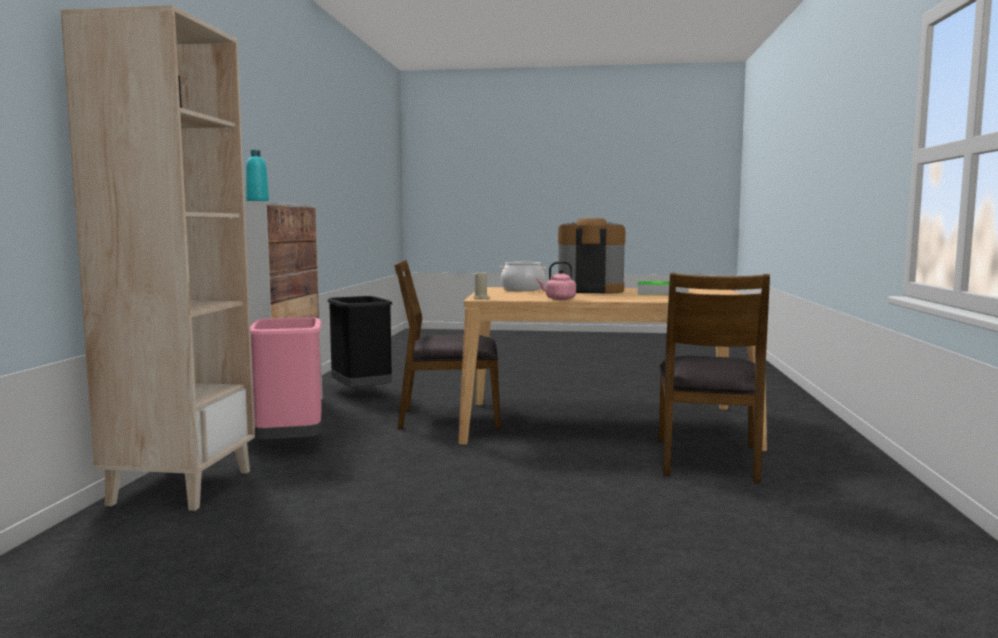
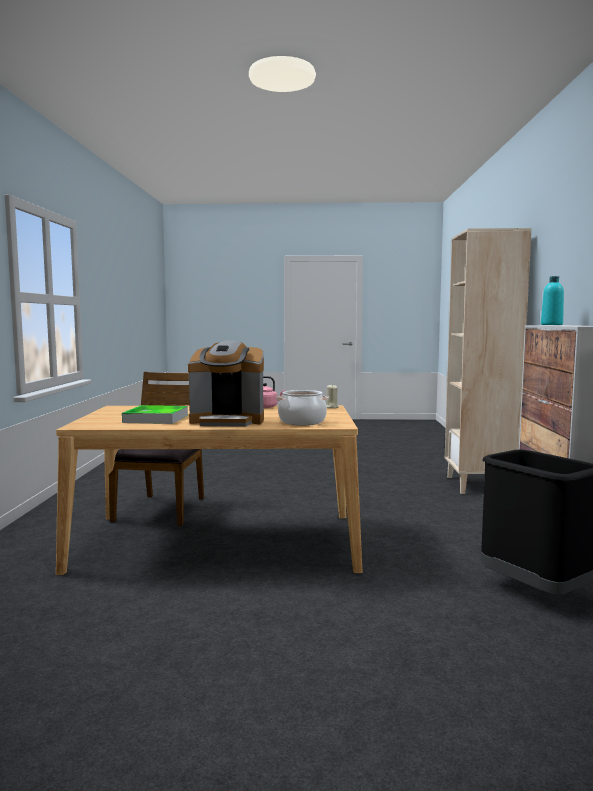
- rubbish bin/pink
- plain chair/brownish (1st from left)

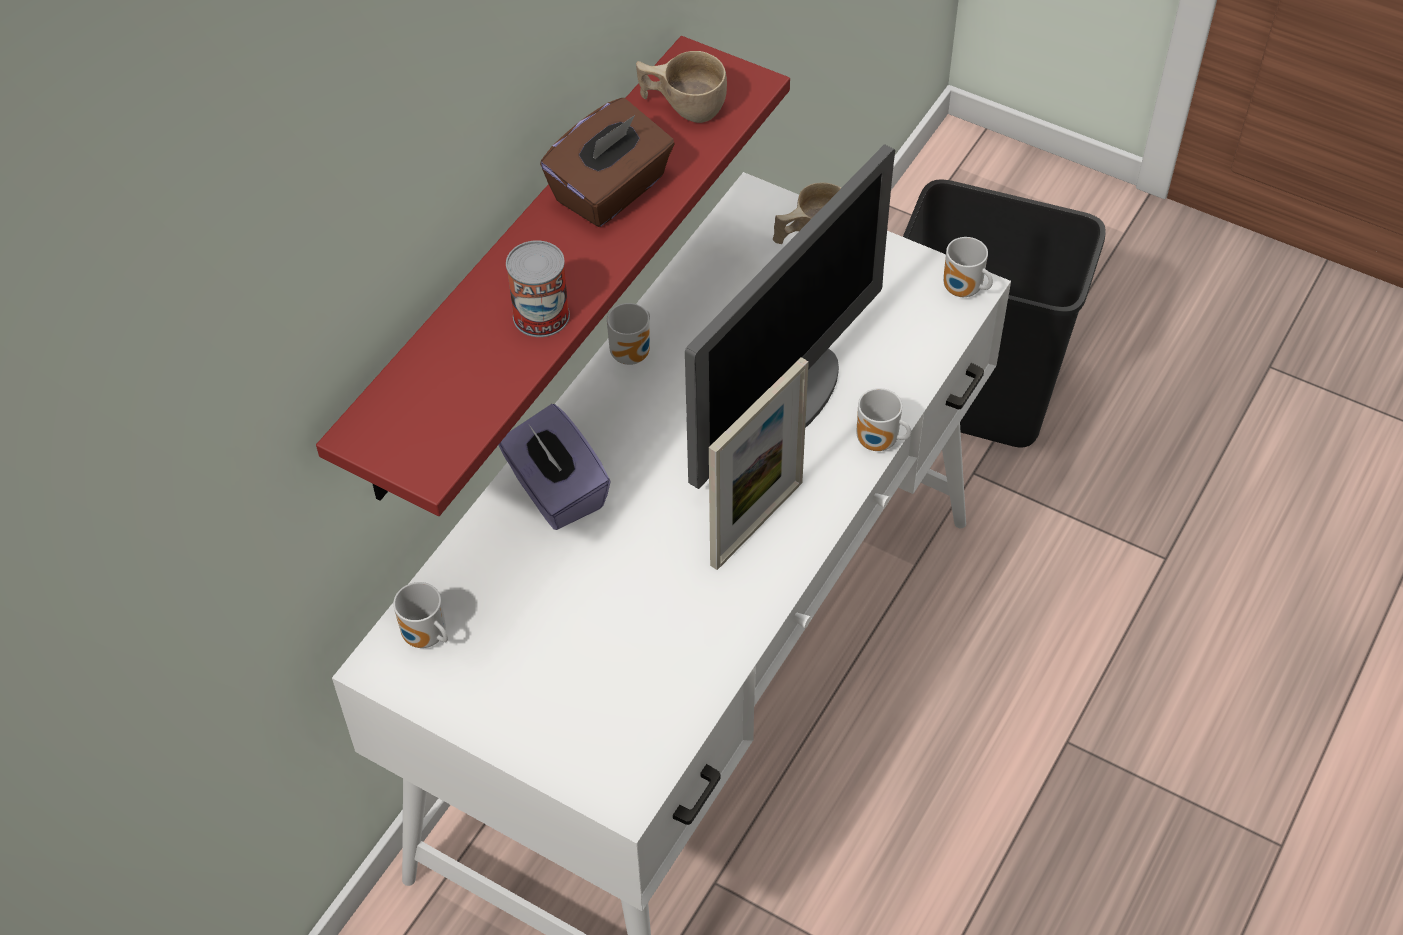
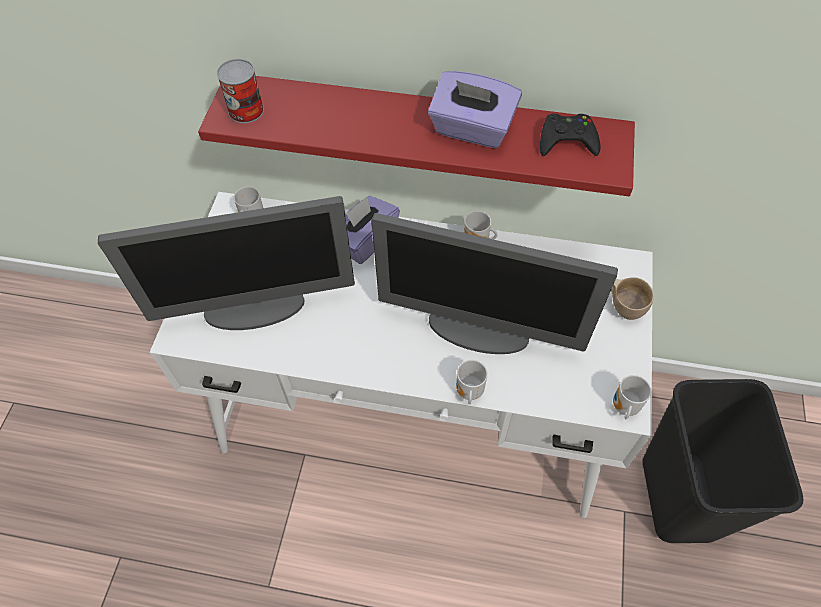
+ computer screen (1st from left)
~ sealed can
~ tissue box/brownish to tissue box/purplish (2nd from left)
~ drinking cup/beige-coloured (1st from left) to game controller/blackish
- standing frame

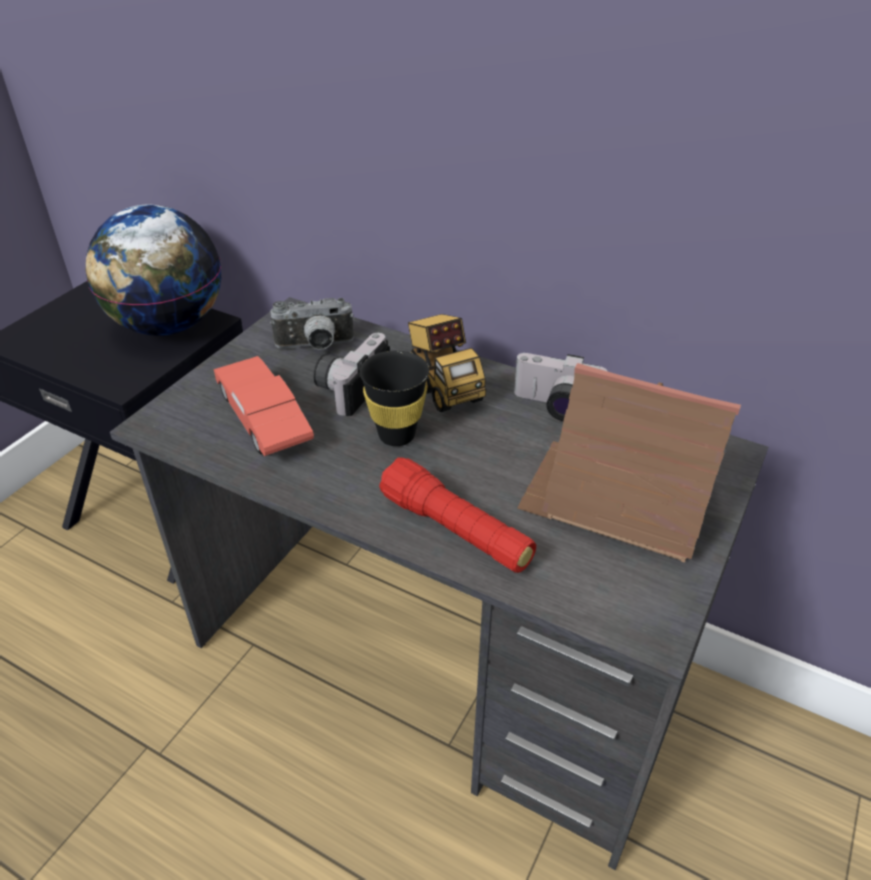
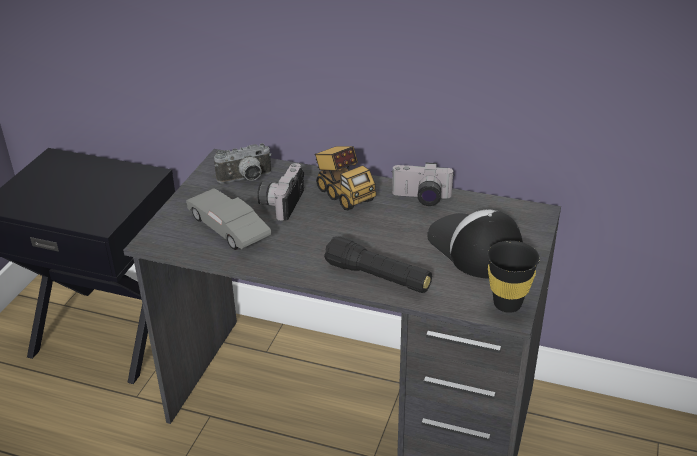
~ model car/red to model car/grey
~ hand torch/red to hand torch/blackish
~ toy house to peaked cap
~ drinking cup/blackish
- world globe

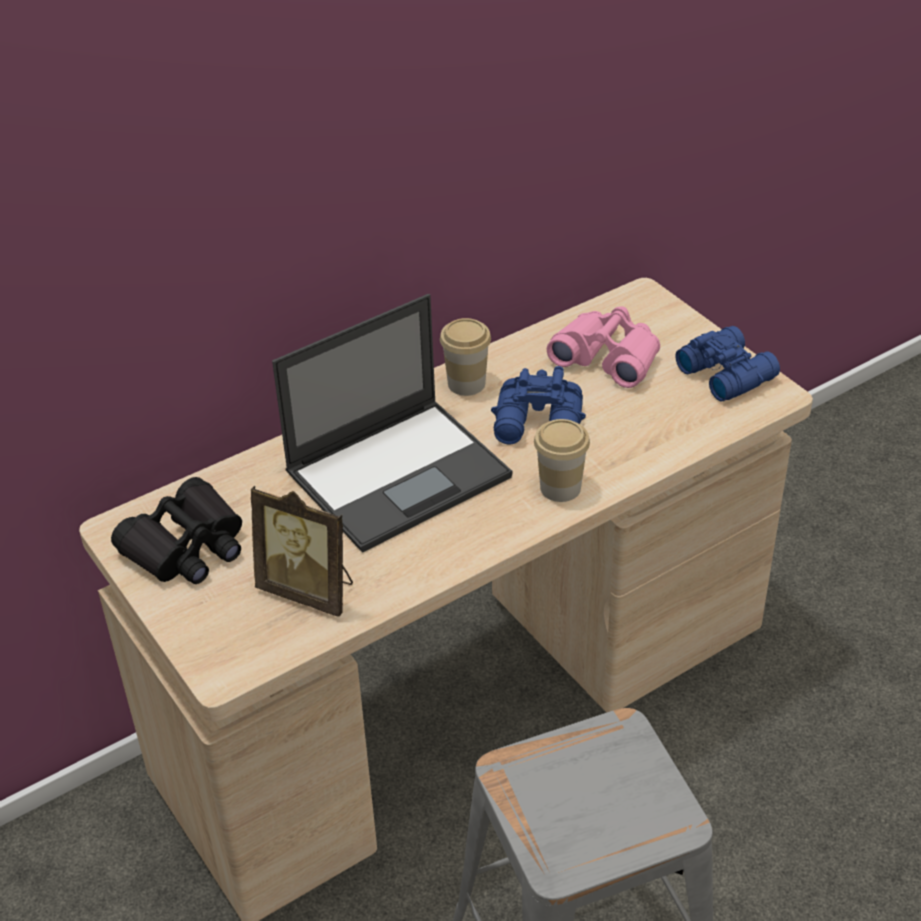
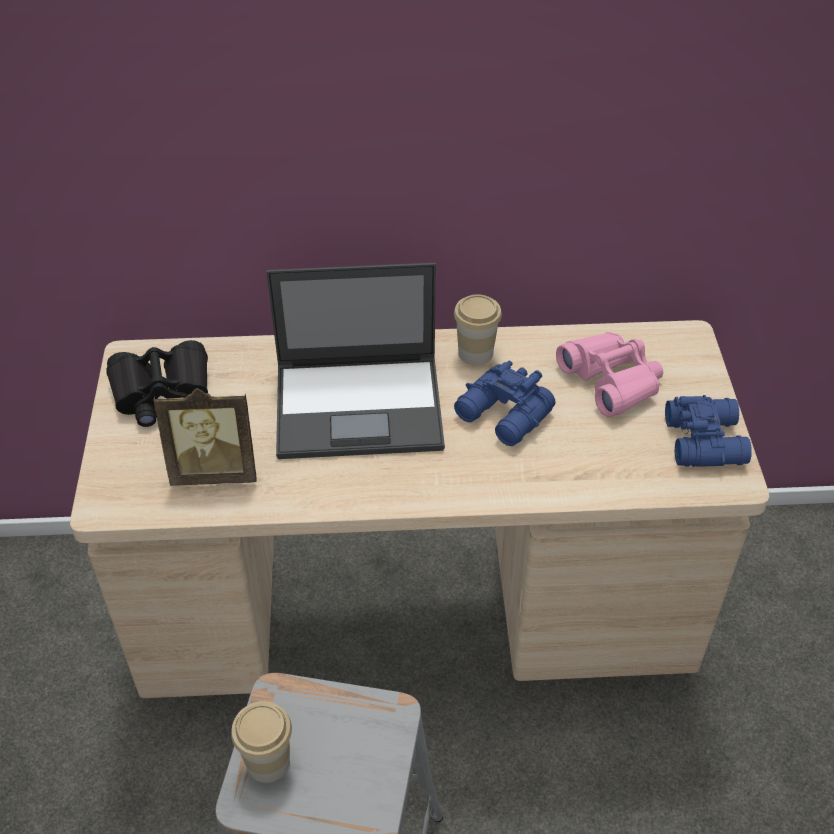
~ standing frame 60 degrees counterclockwise
~ drinking cup (2nd from left in the first image) to drinking cup (1st from left)

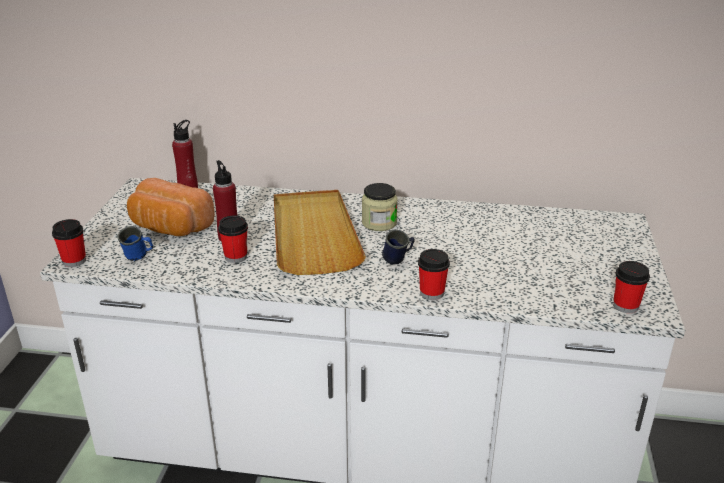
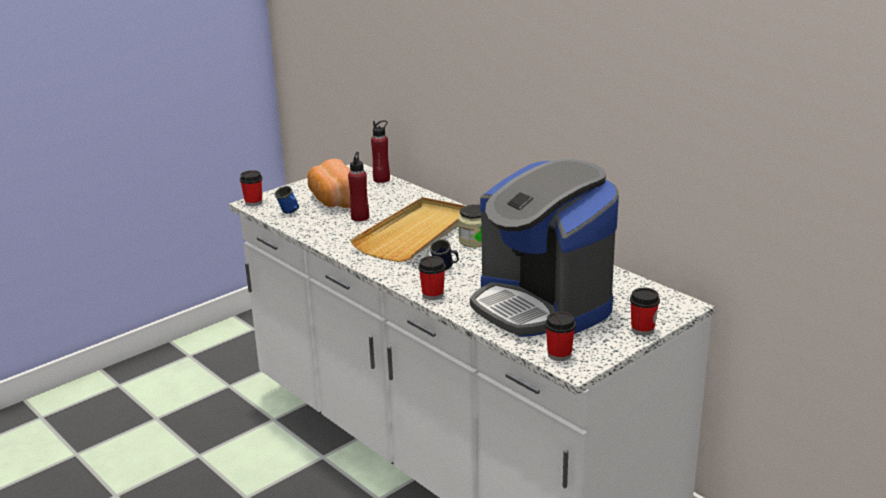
+ coffee maker
~ drinking cup (2nd from left in the first image) to drinking cup (4th from left)

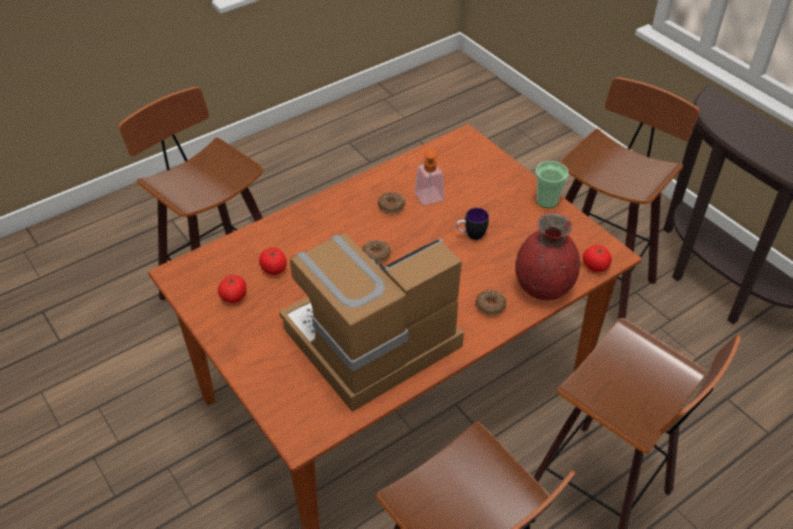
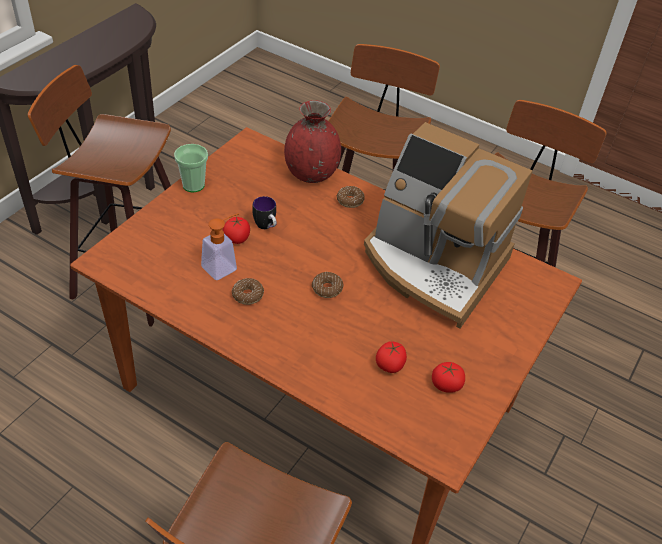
~ tomato (3rd from left in the first image) to tomato (1st from left)

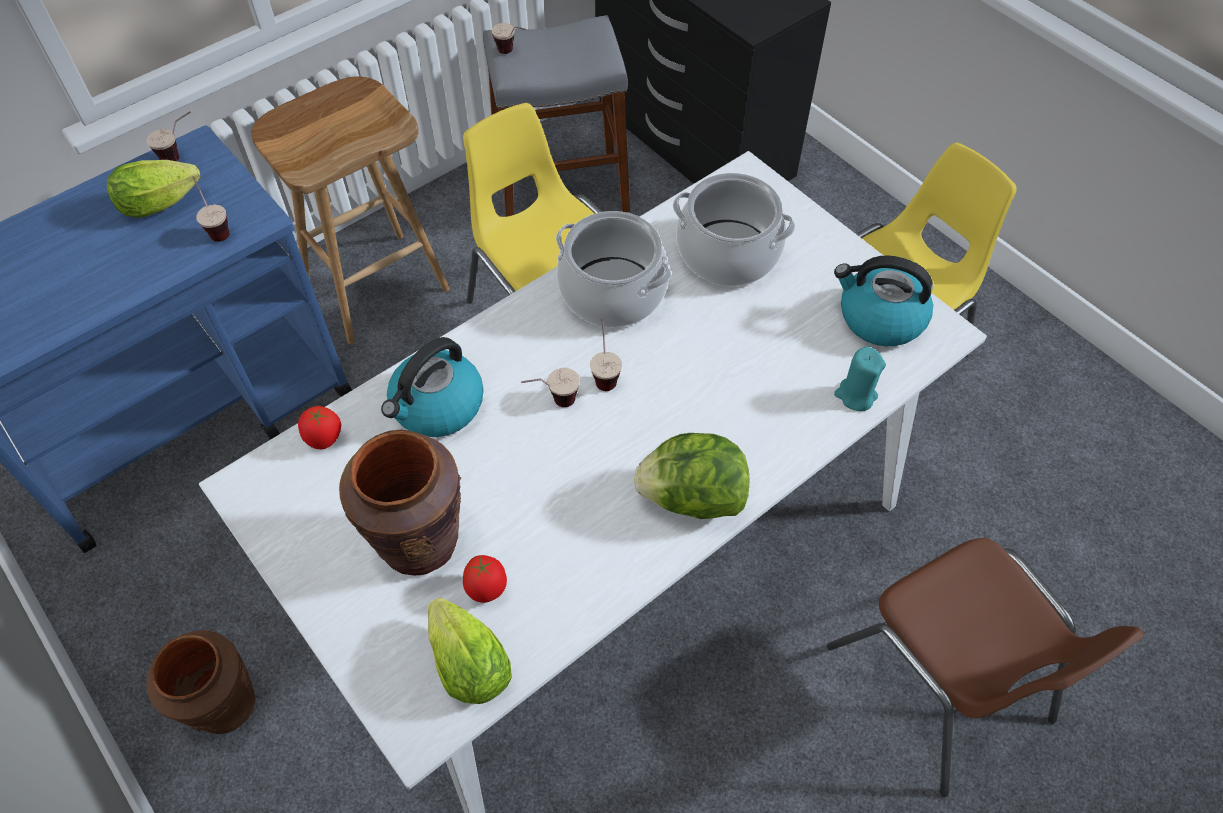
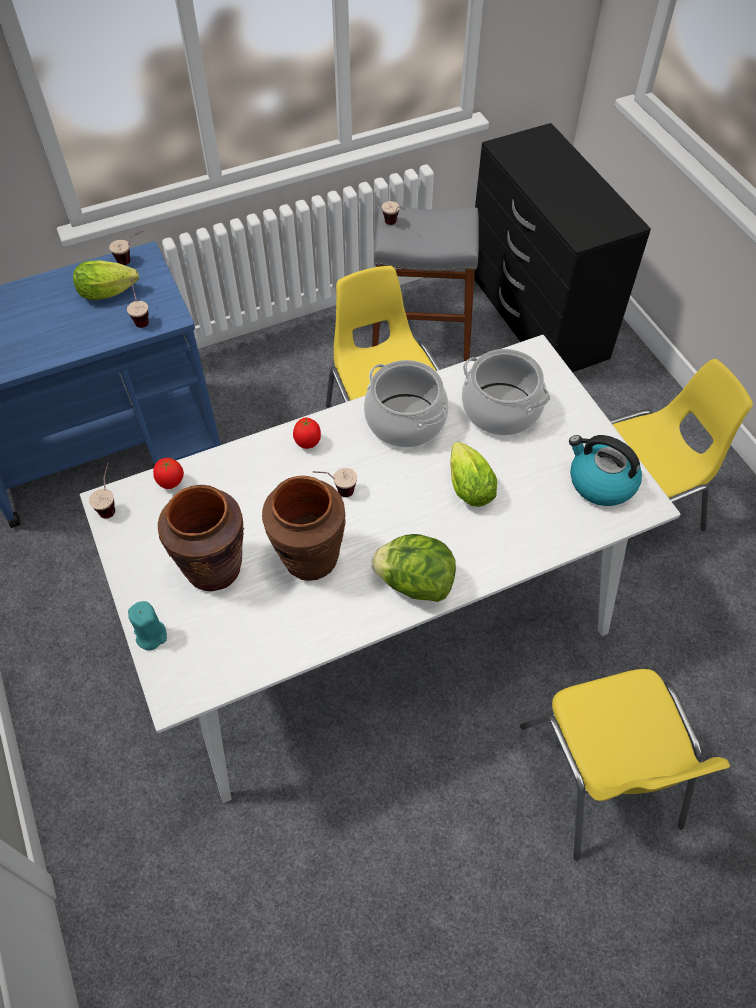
~ drinking cup (5th from left in the first image) to drinking cup (1st from left)
~ wax light/blue-green
~ vase/brownish (1st from left in the first image) to vase/brownish (2nd from left)
~ tomato (2nd from left)
~ lettuce head (2nd from left in the first image) to lettuce head (3rd from left)
~ plain chair/brownish to plain chair/yellowish (2nd from left)
- stool seat/brownish
- water kettle (1st from left)

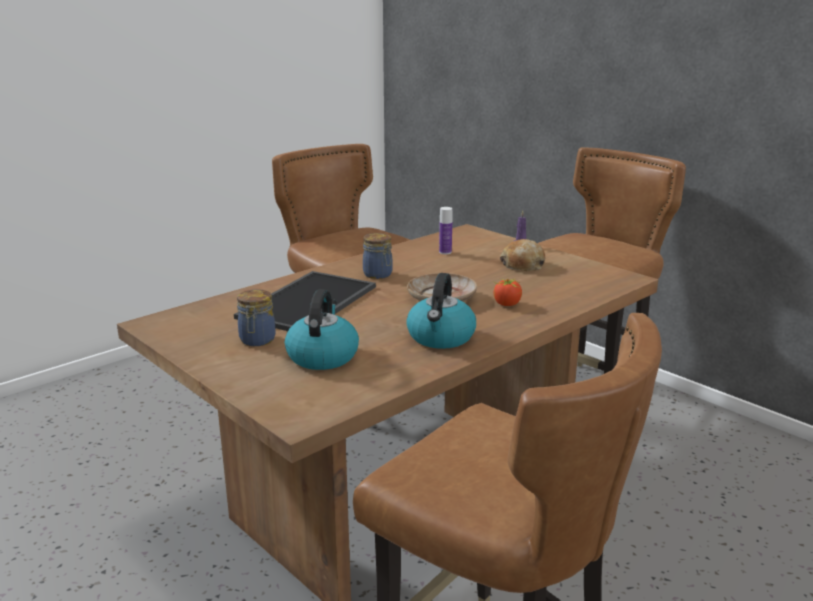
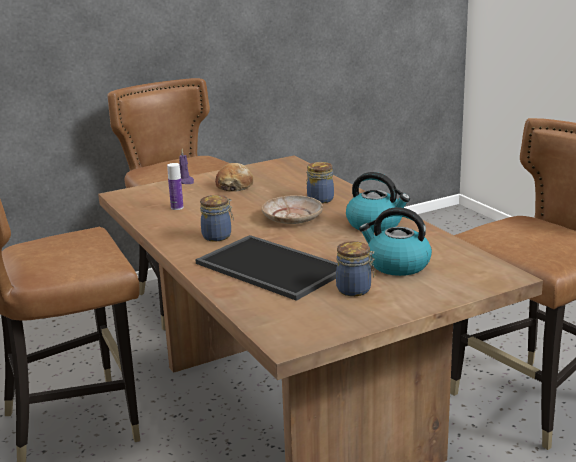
~ tomato to jar (2nd from left)

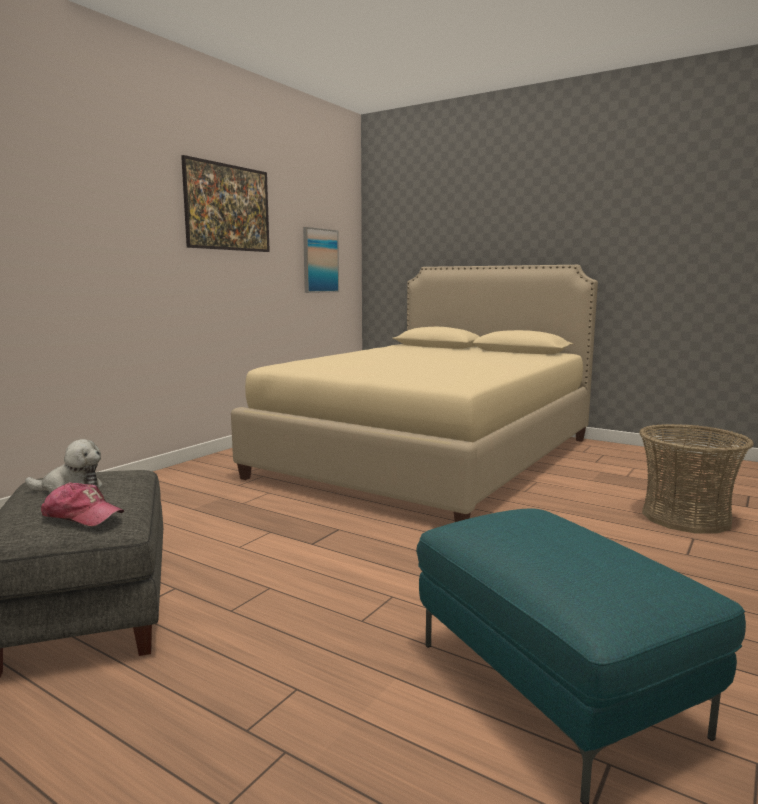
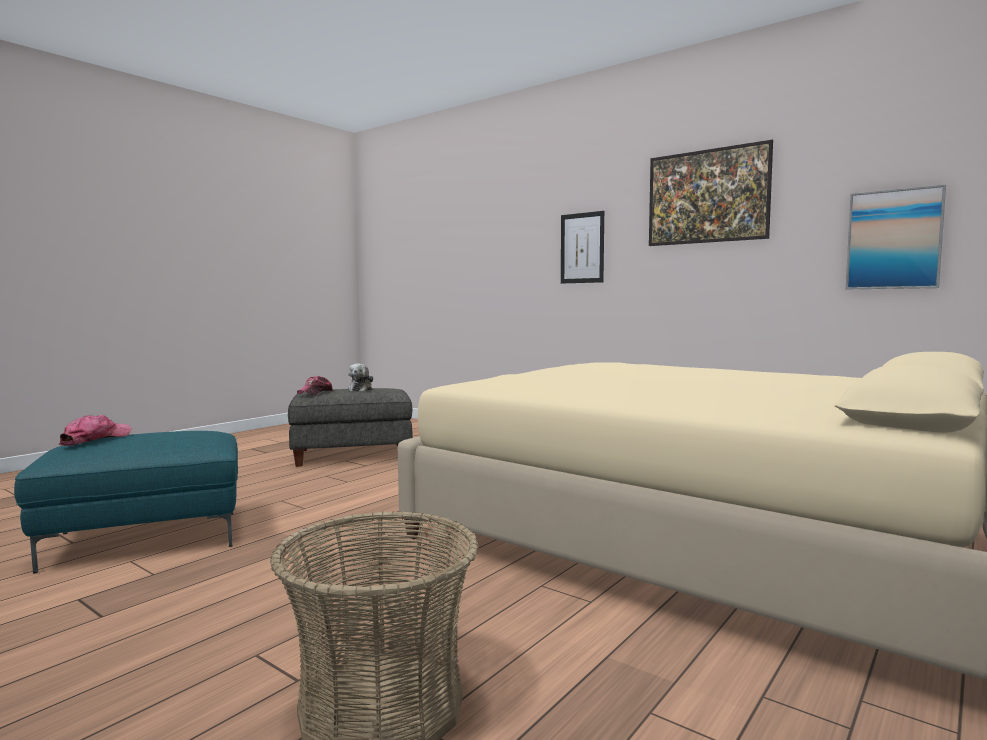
+ peaked cap (1st from left)
+ wall picture (1st from left)

